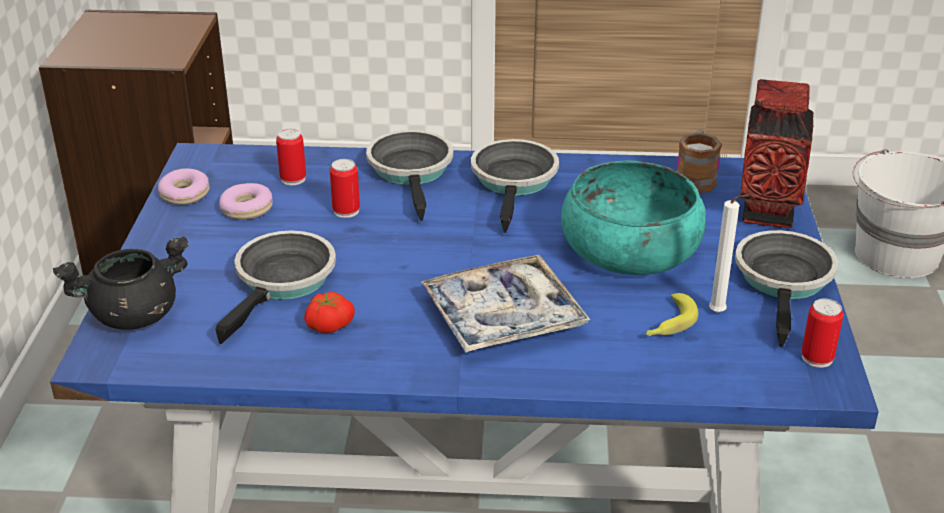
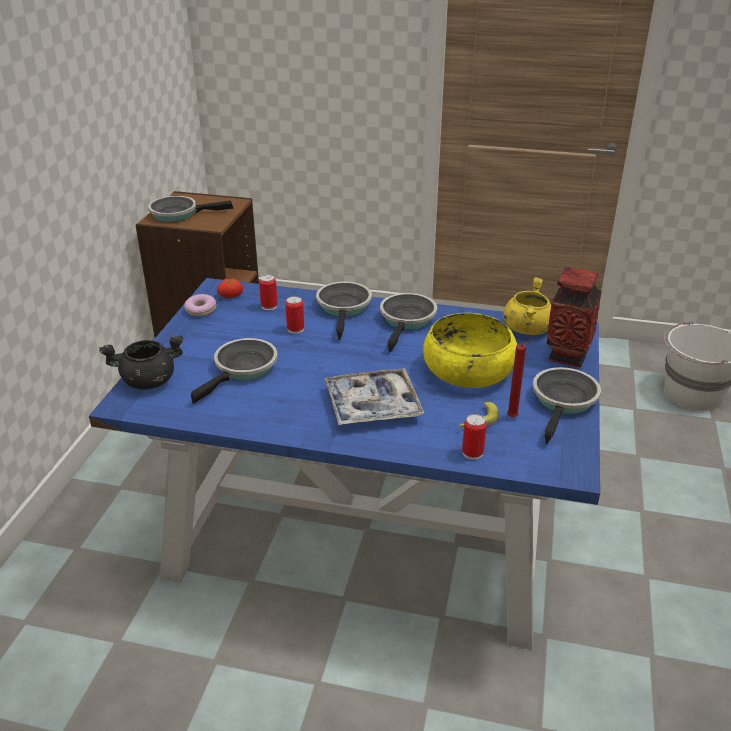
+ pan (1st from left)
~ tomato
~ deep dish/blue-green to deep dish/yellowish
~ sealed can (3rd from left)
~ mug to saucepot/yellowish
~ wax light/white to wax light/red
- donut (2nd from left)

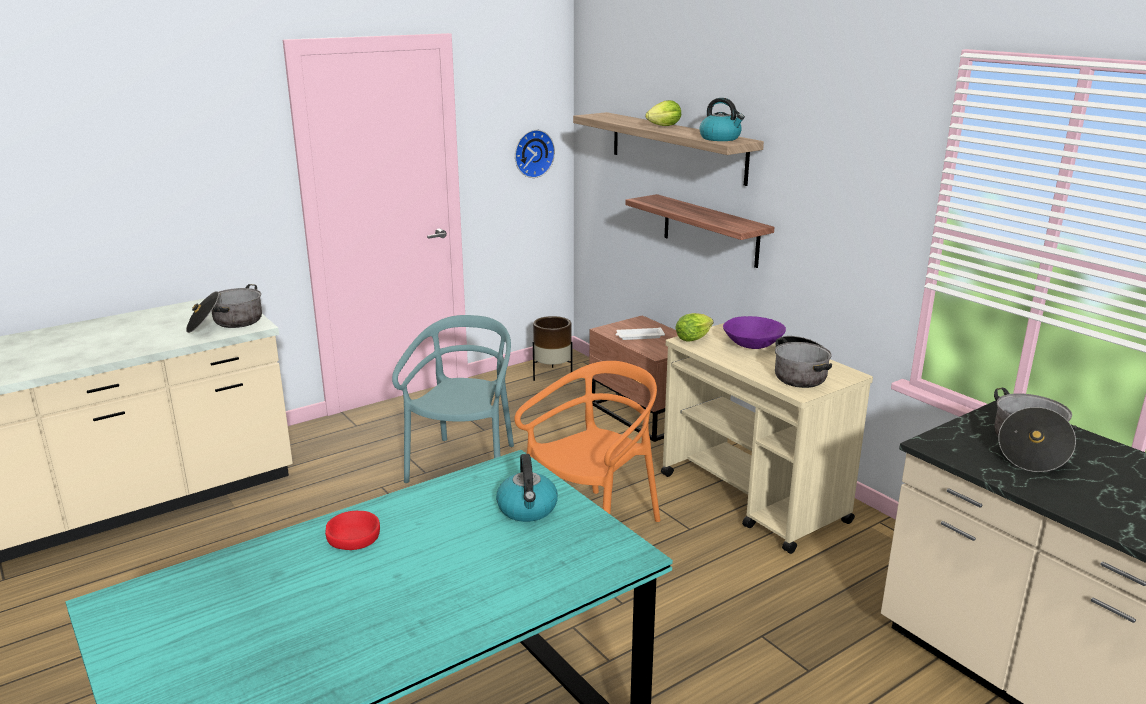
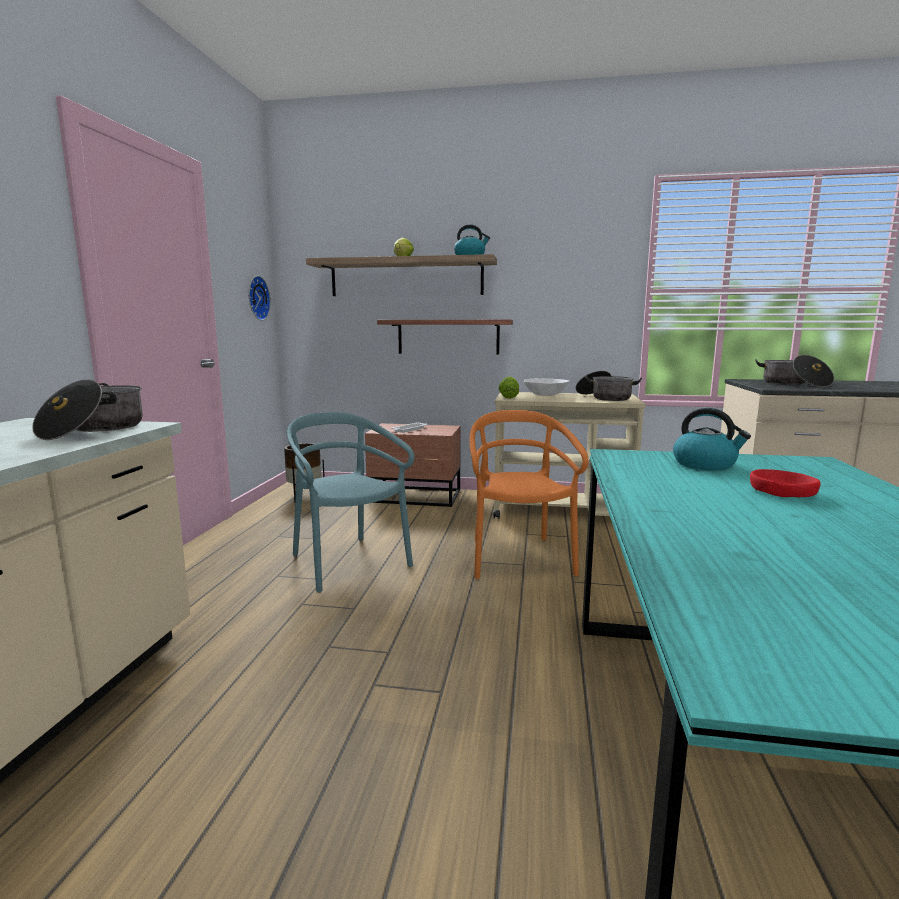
~ deep dish/purplish to deep dish/white
~ deep dish/red

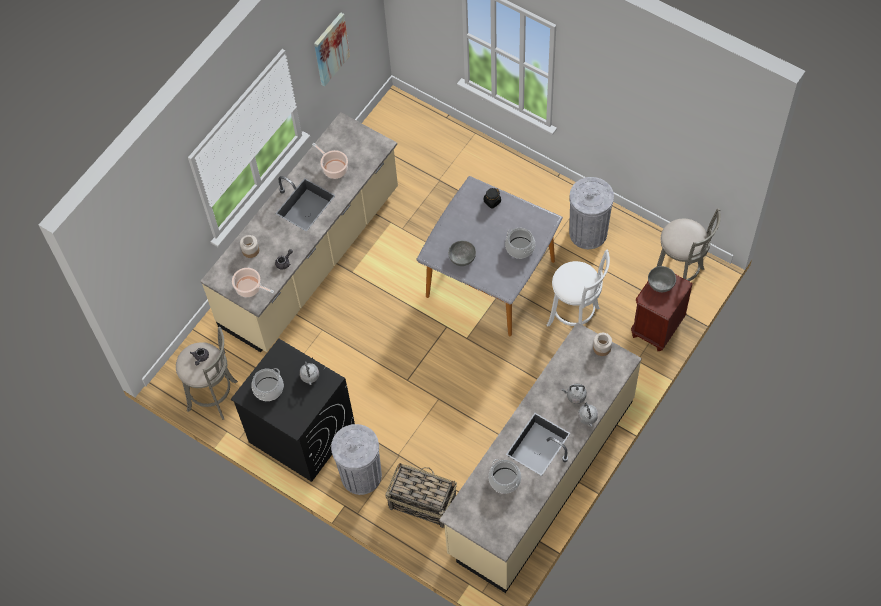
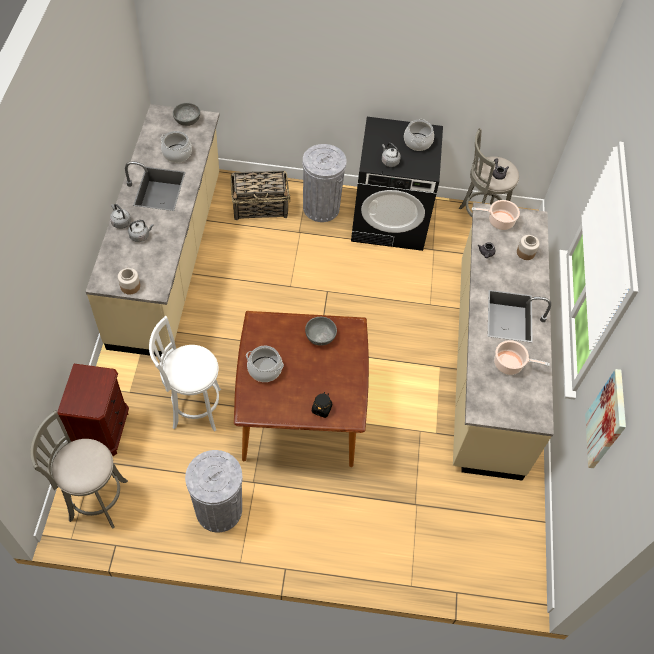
~ deep dish/grey (2nd from left in the first image) to deep dish/grey (1st from left)
~ dining table/grey to dining table/brownish

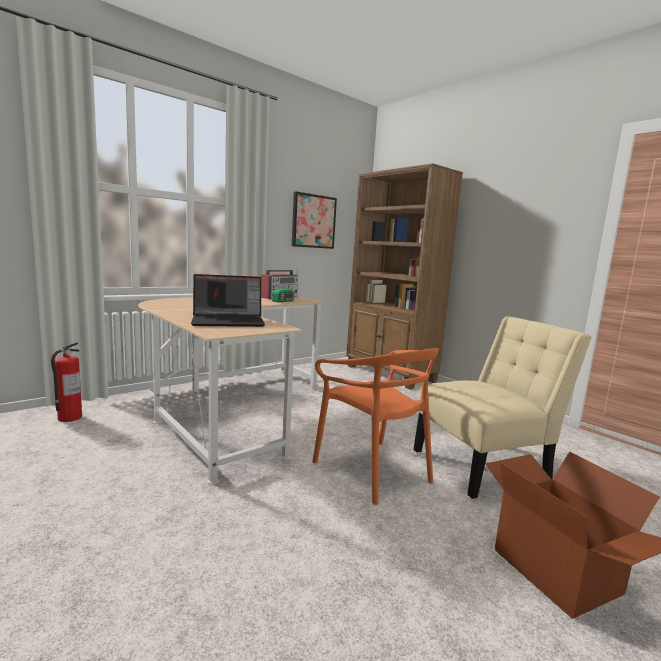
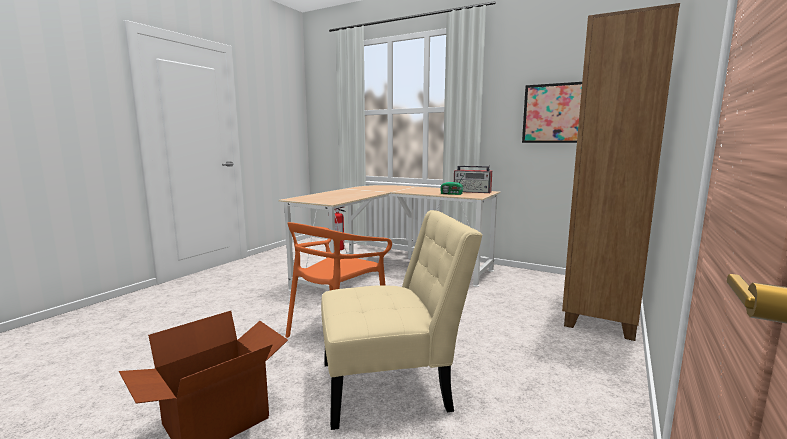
~ plain chair/beige-coloured 60 degrees counterclockwise
- portable computer

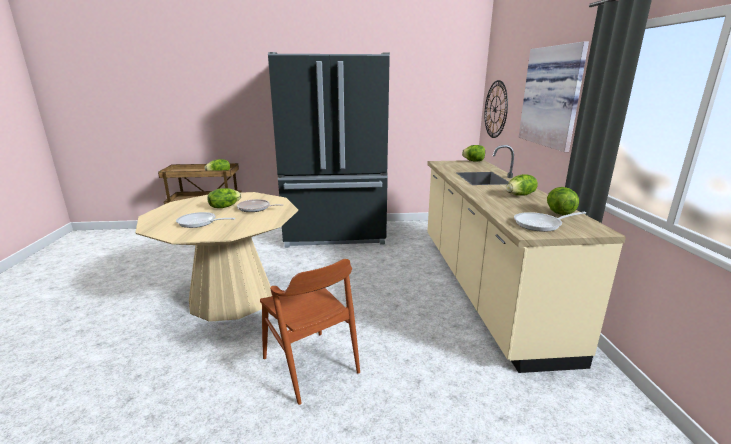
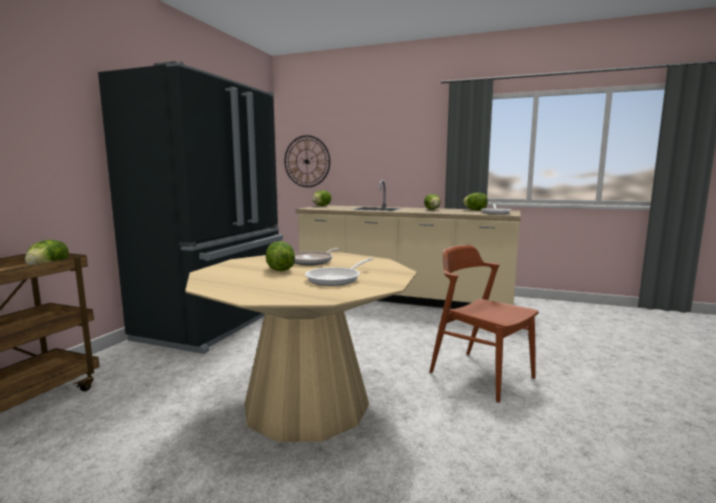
~ plain chair/brownish 120 degrees counterclockwise
- wall picture

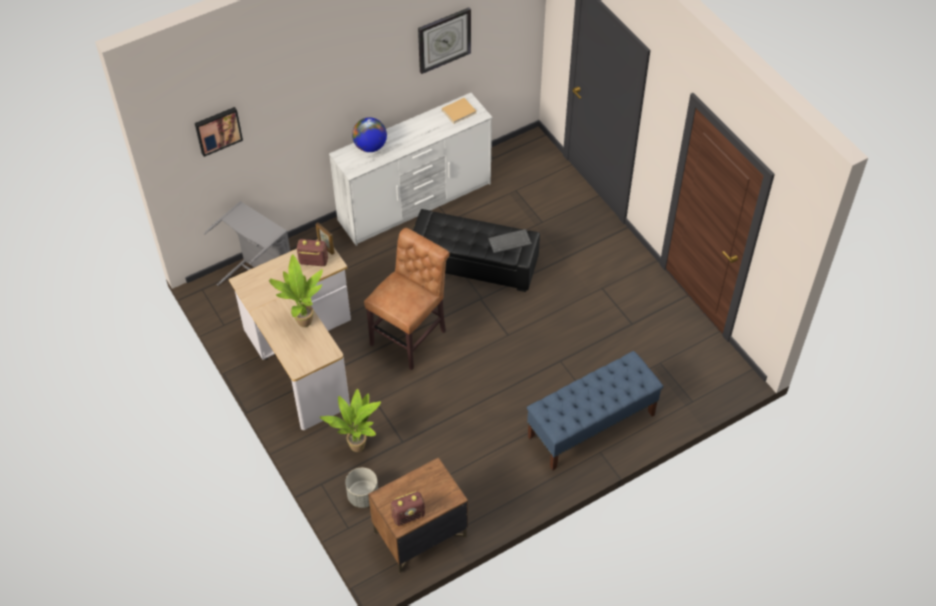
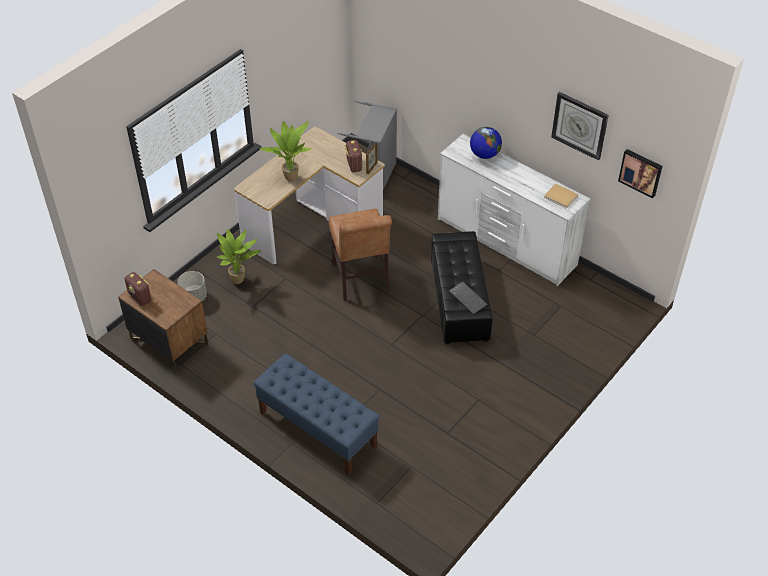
~ plain chair/brownish 60 degrees clockwise
~ wall picture

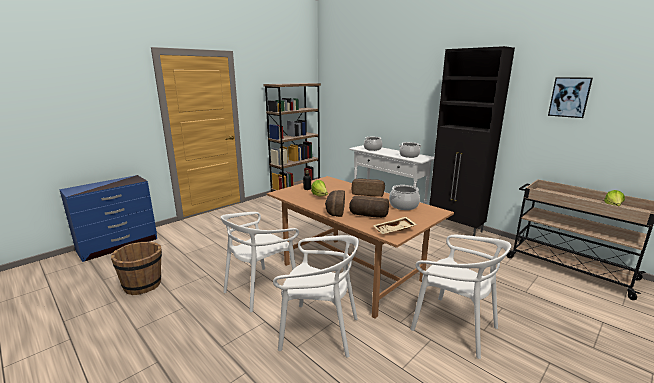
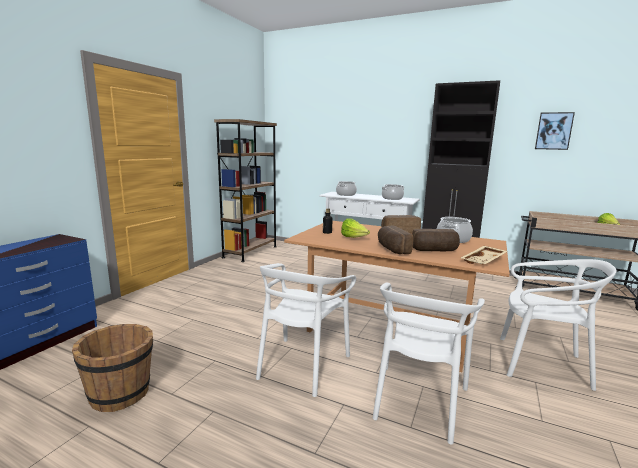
~ plain chair/white (2nd from left) 120 degrees clockwise

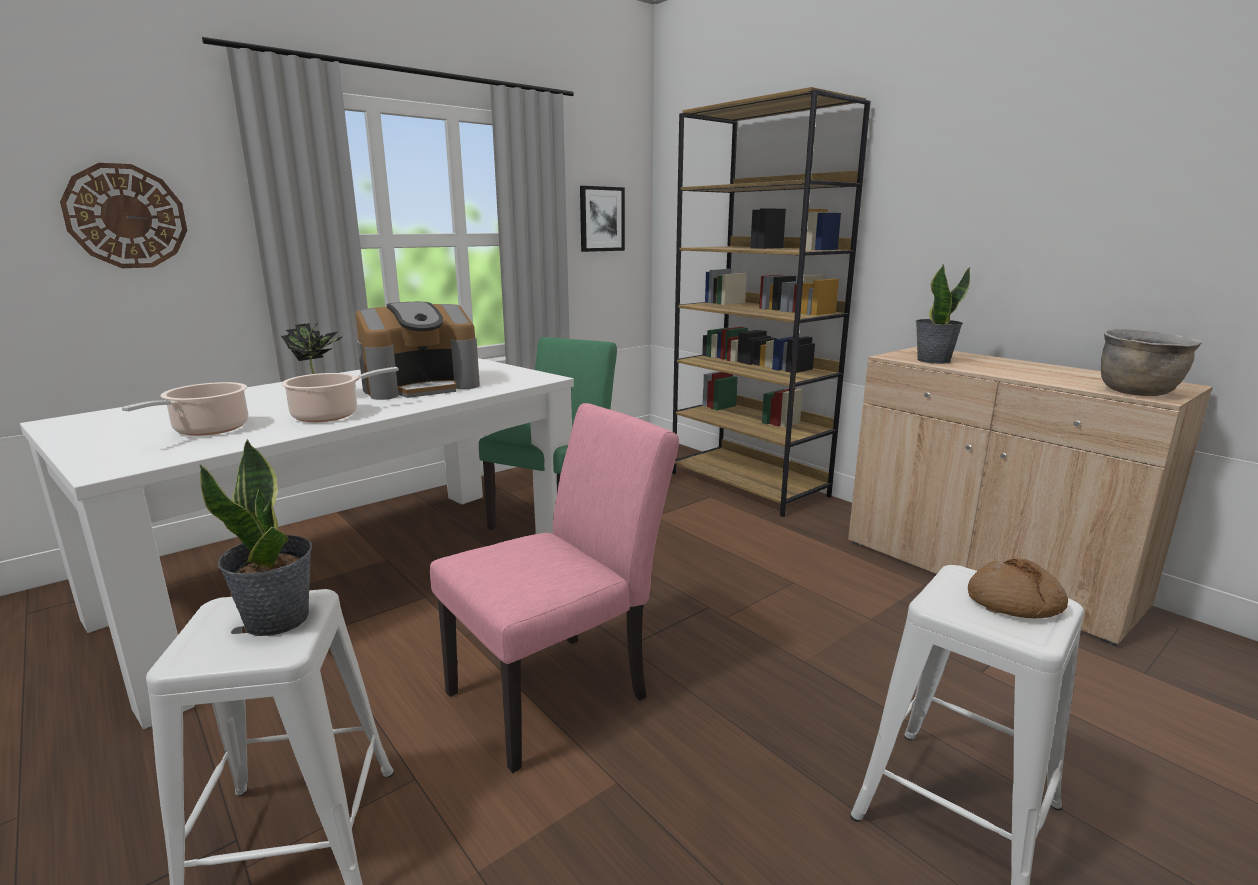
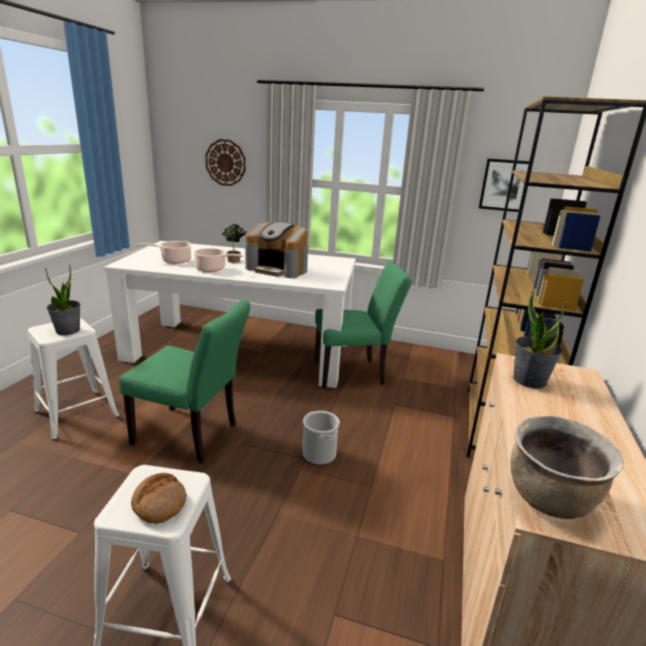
~ plain chair/pink to plain chair/green (1st from left)
+ pail

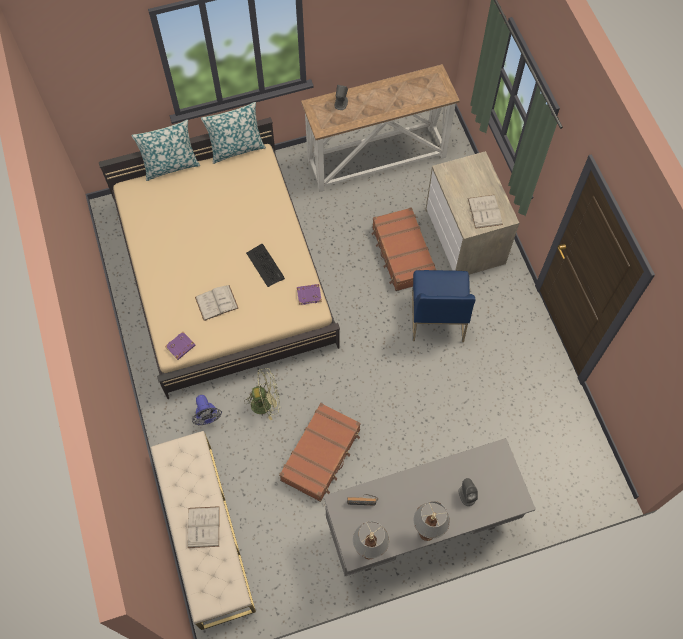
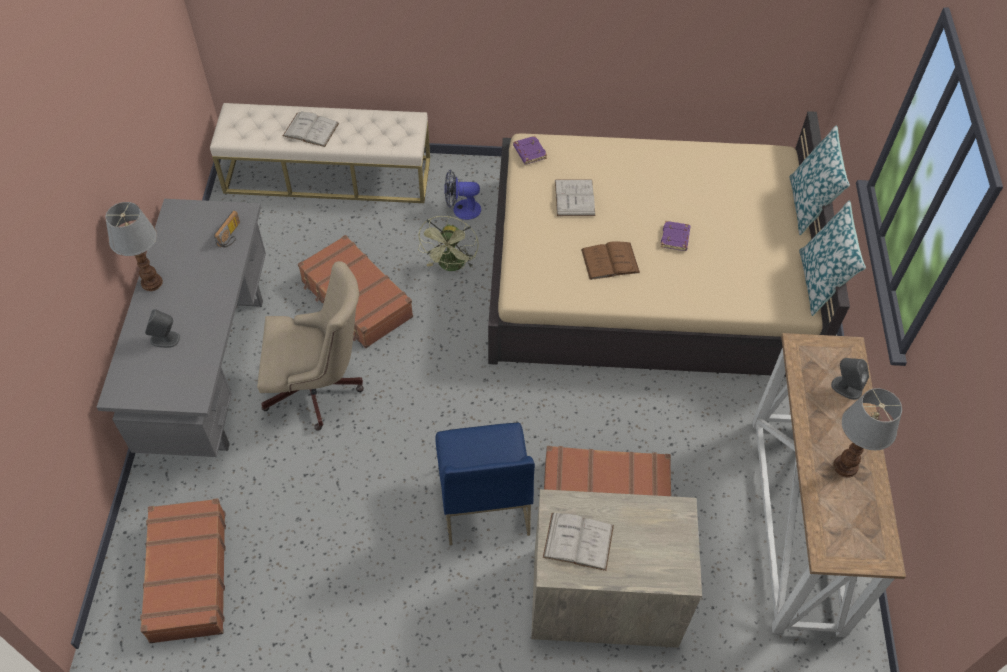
+ piece of luggage/brownish (1st from left)
+ desk chair/beige-coloured
~ plain chair/bluish 120 degrees counterclockwise
~ keyboard to volume/brownish
~ volume/purplish (2nd from left)
~ table lamp (1st from left in the first image) to table lamp (2nd from left)

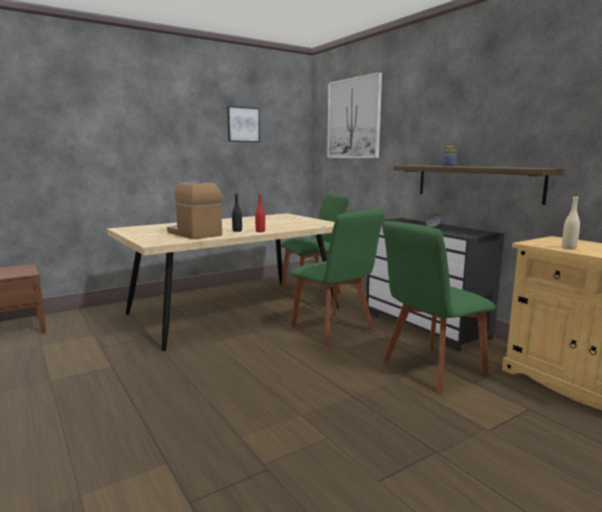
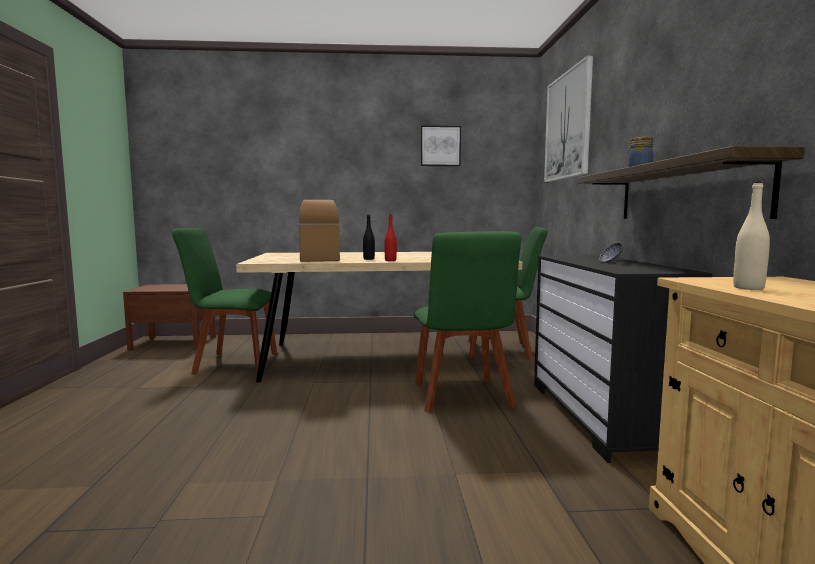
~ plain chair/green (3rd from left in the first image) to plain chair/green (1st from left)

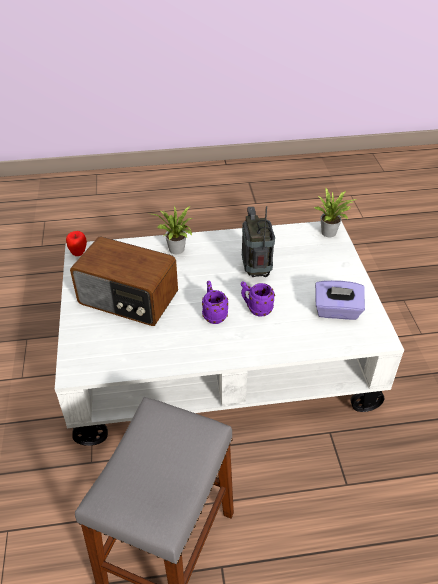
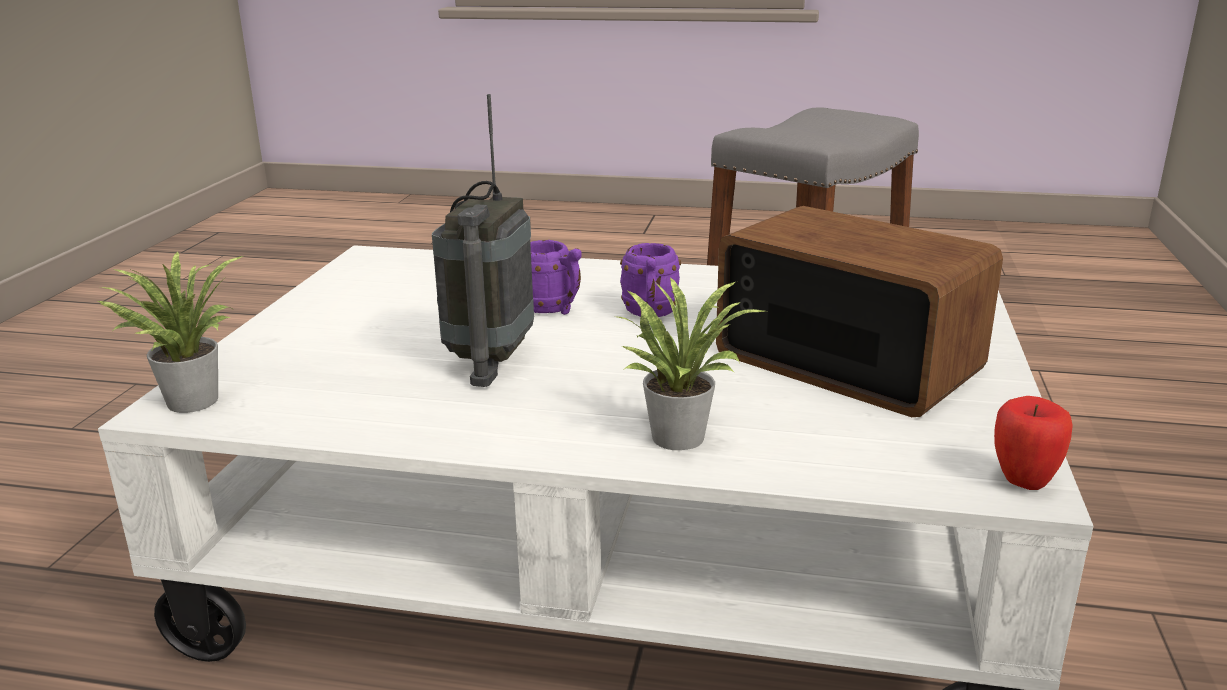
- tissue box/purplish

